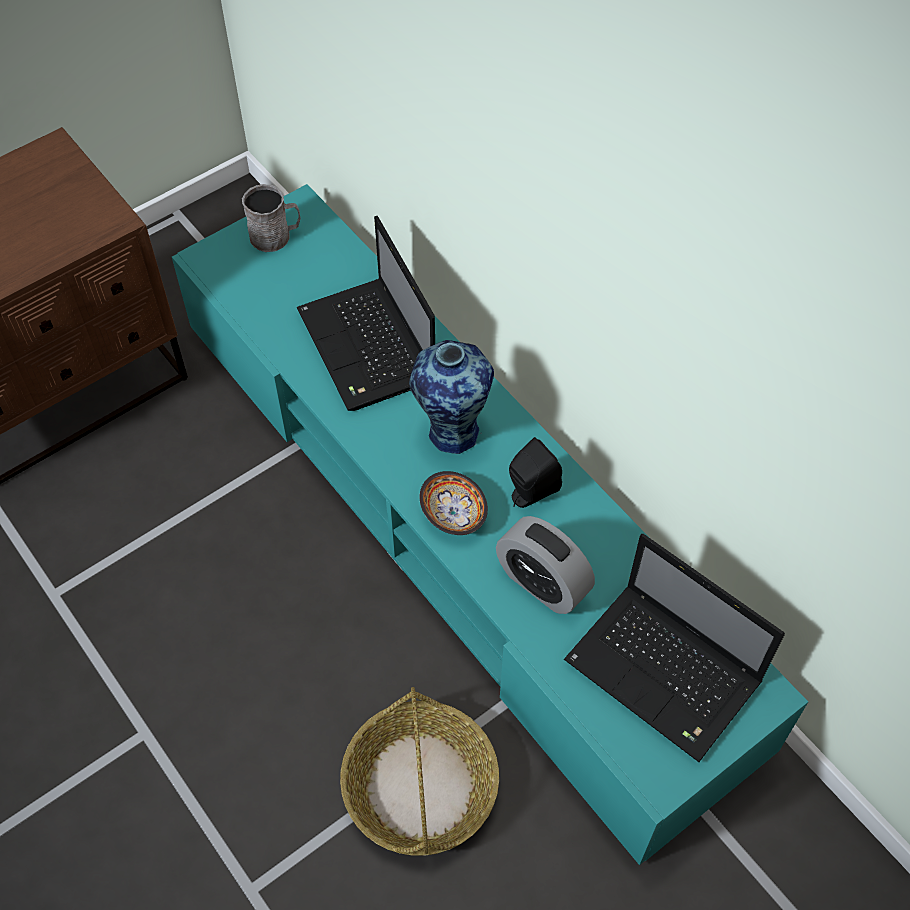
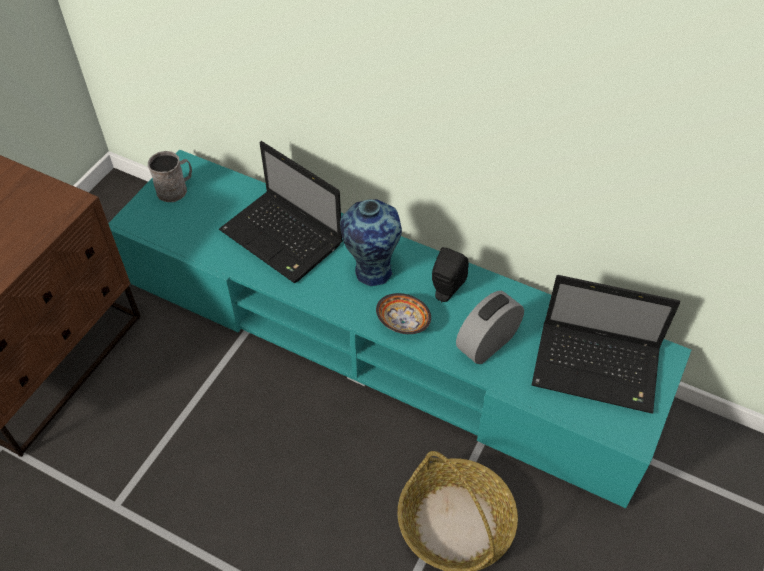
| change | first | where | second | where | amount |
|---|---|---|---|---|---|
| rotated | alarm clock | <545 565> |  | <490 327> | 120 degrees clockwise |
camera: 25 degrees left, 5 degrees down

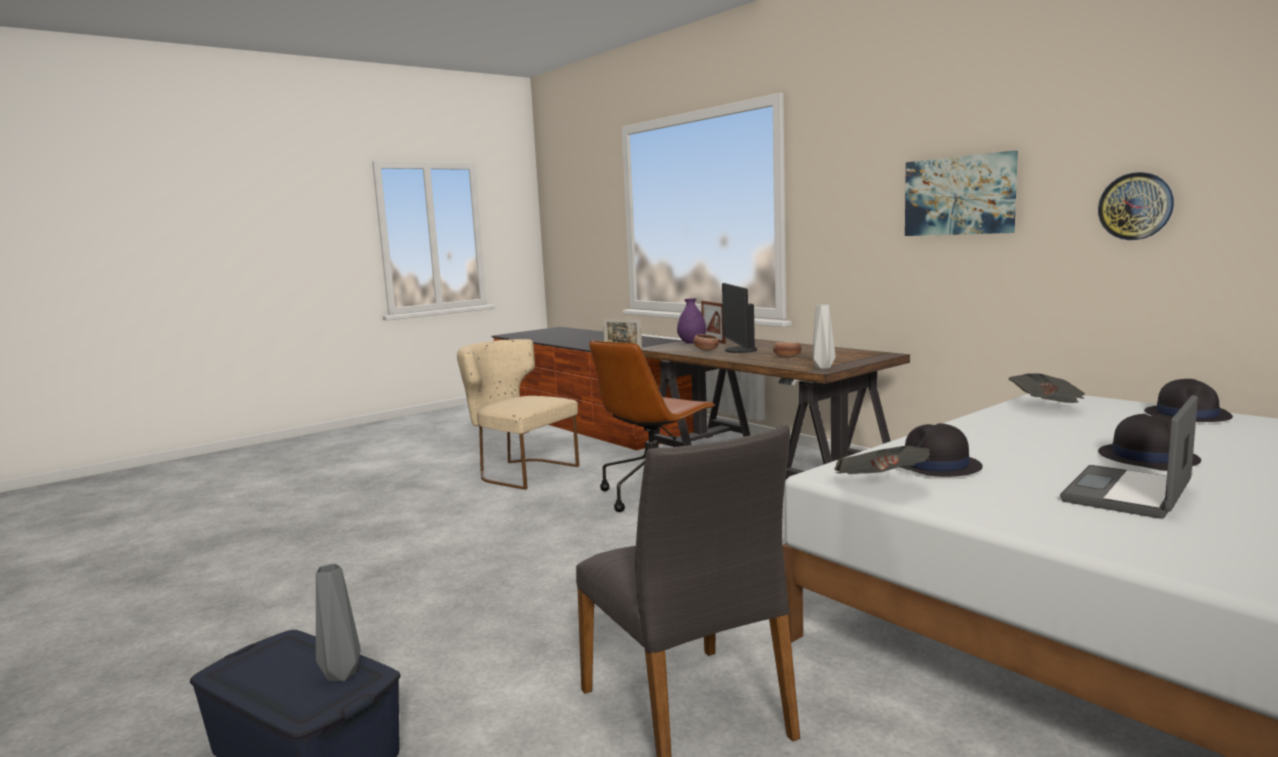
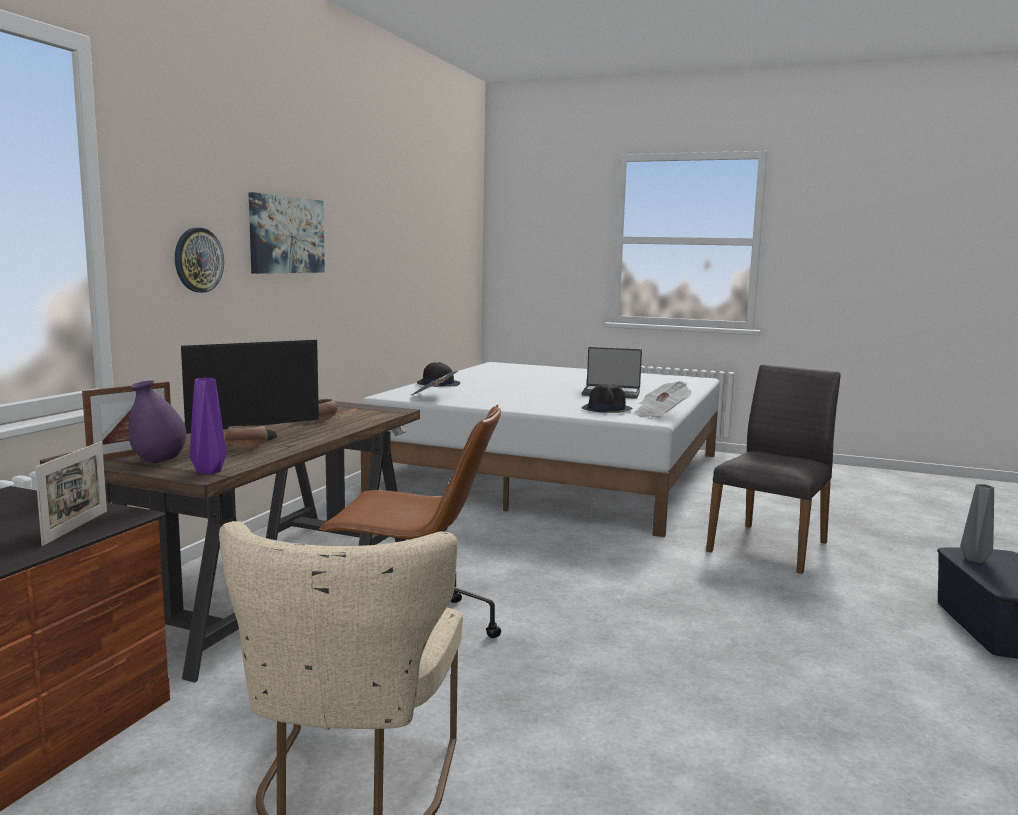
| change | first | where | second | where | amount |
|---|---|---|---|---|---|
| shifted | wall clock | <1136 206> |  | <199 260> |  |
| gone | grey vase | <824 336> |  |  |  |
| gone | black hat | <1149 442> |  |  |  |
| new |  |  | purple vase | <208 426> |  |
camera: 120 degrees left, 0 degrees up

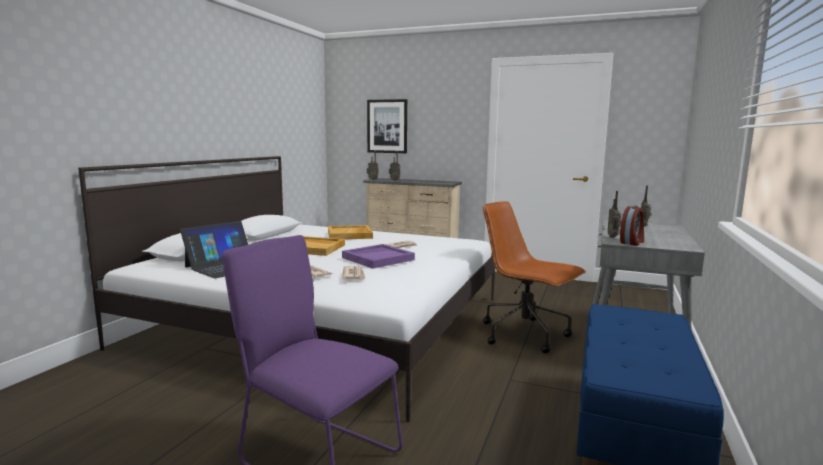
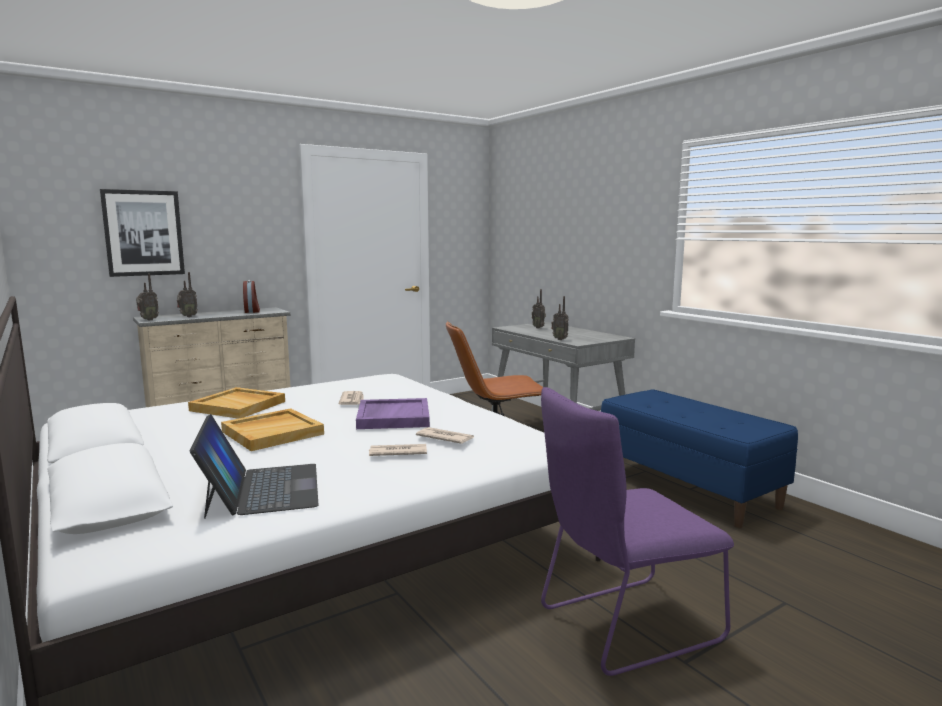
| change | first | where | second | where | amount |
|---|---|---|---|---|---|
| shifted | alarm clock | <632 225> |  | <251 296> |  |
camera: 55 degrees left, 0 degrees up

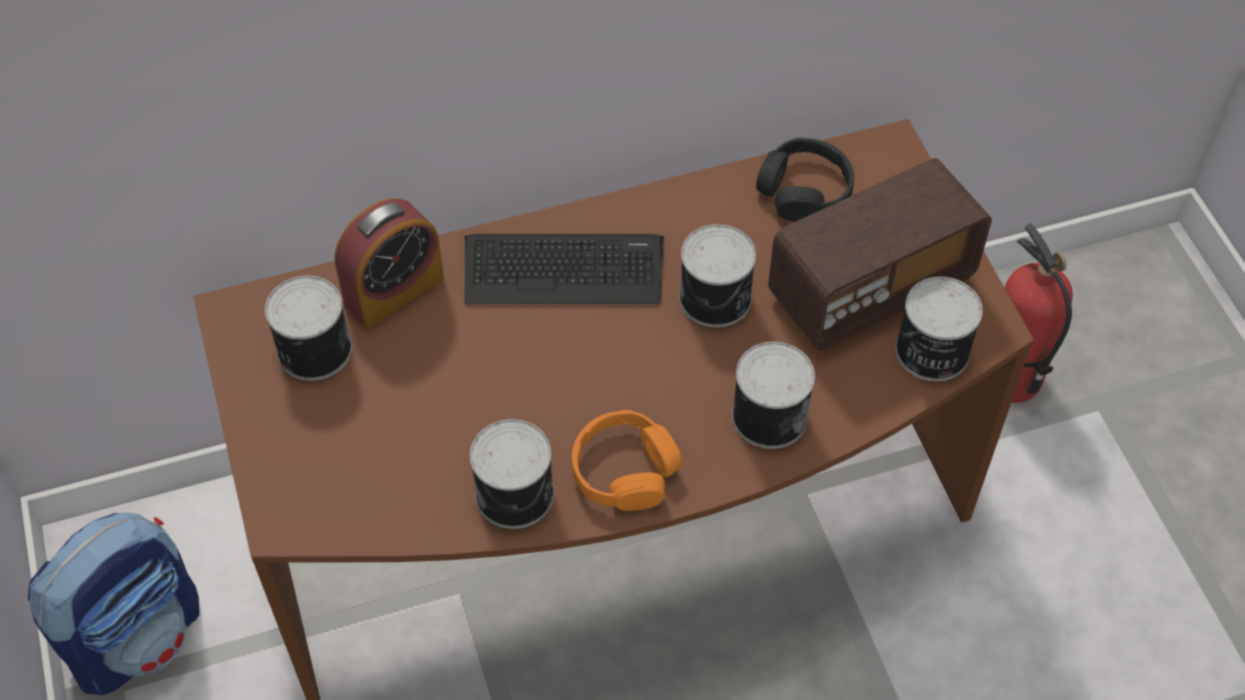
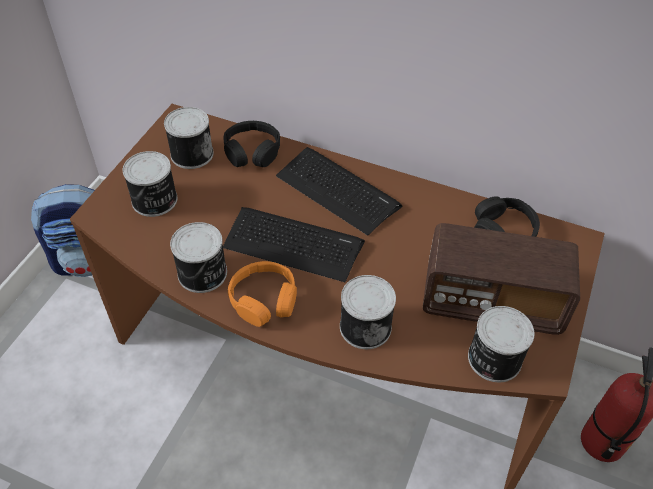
| change | first | where | second | where | amount |
|---|---|---|---|---|---|
| swapped | alarm clock | <389 263> | black headphones | <252 144> |  |
| shifted | can | <717 276> |  | <150 184> |  |
| new |  |  | keyboard | <294 244> |  |
camera: 40 degrees right, 5 degrees down

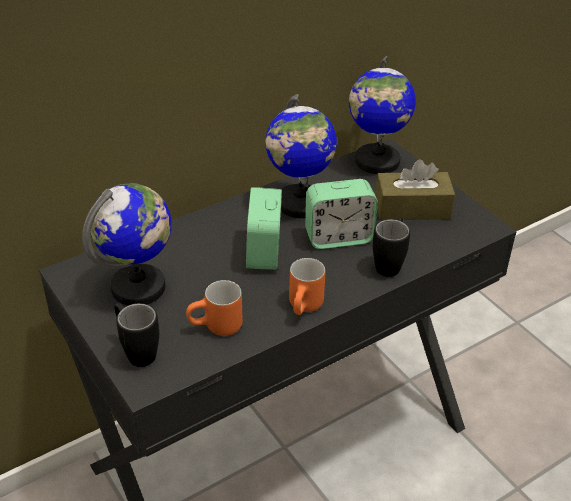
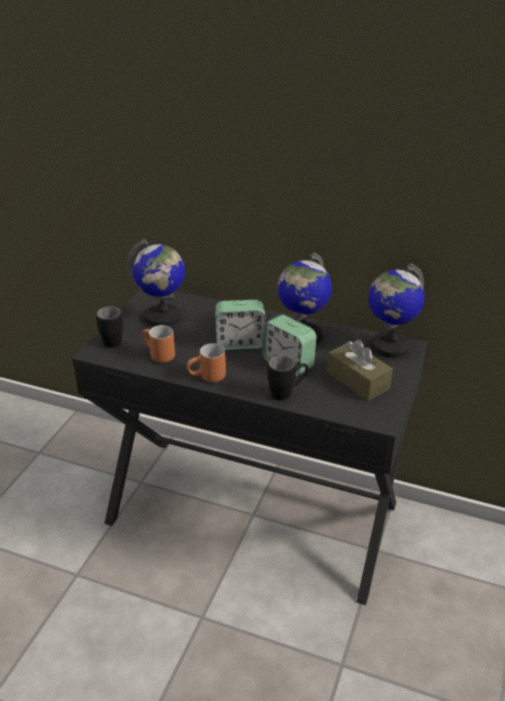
| change | first | where | second | where | amount |
|---|---|---|---|---|---|
| rotated | alarm clock | <264 228> |  | <240 325> | 150 degrees counterclockwise |
camera: 55 degrees right, 5 degrees down

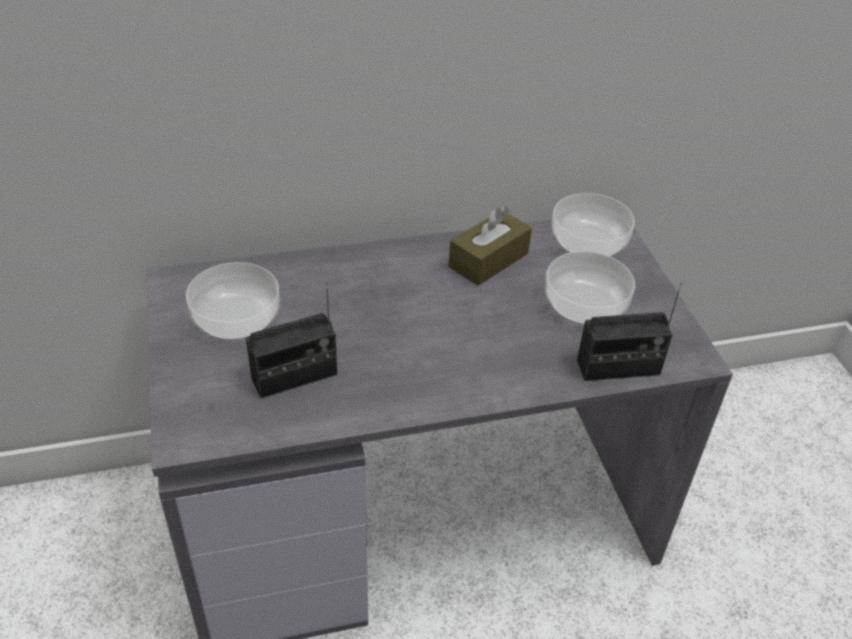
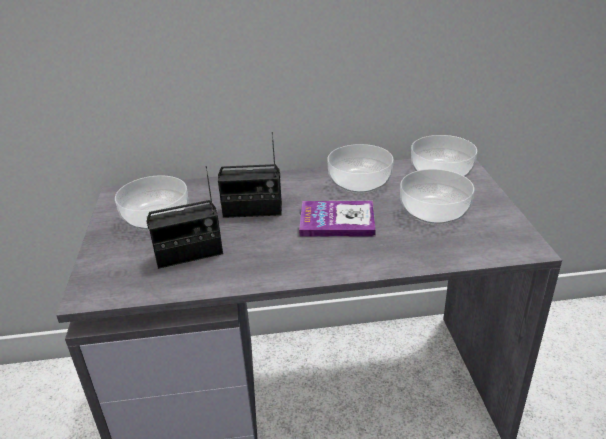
| change | first | where | second | where | amount |
|---|---|---|---|---|---|
| swapped | brown tissue box | <490 246> | bowl | <360 169> |  |
| shifted | radio | <629 331> |  | <250 175> |  |
| new |  |  | book | <337 219> |  |
camera: 10 degrees right, 10 degrees down

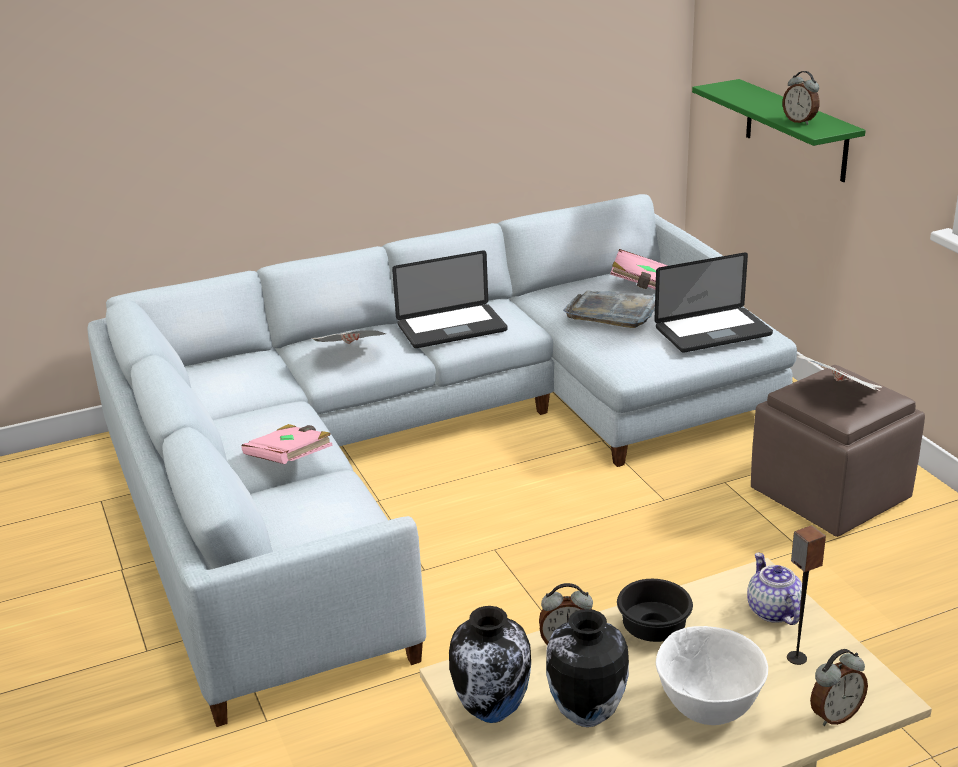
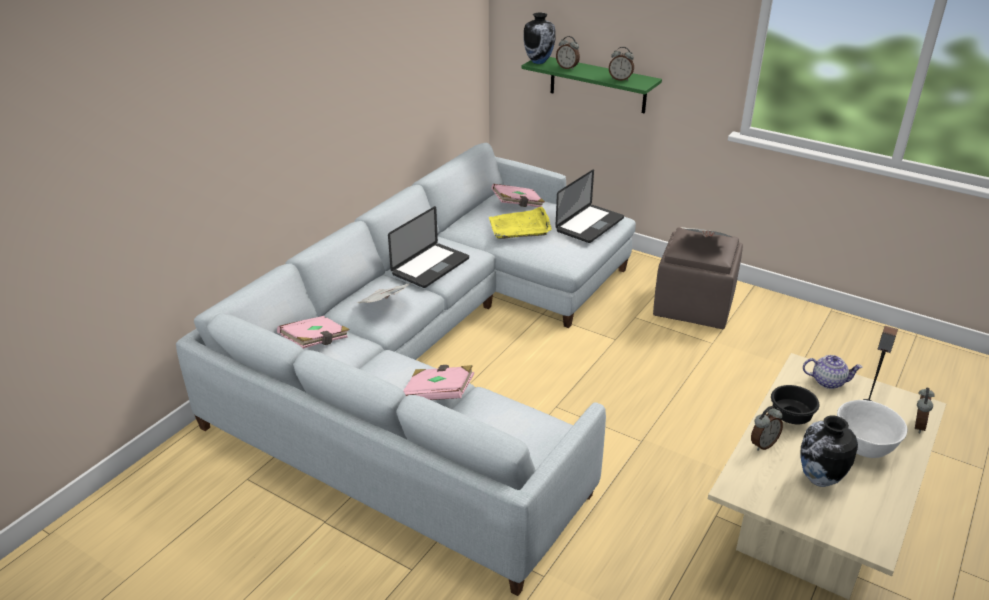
| change | first | where | second | where | amount |
|---|---|---|---|---|---|
| repainted | grey tray | <609 309> | yellow tray | <520 223> |  |
| rotated | teapot | <774 589> |  | <833 372> | 150 degrees clockwise |
| shifted | vase | <490 664> |  | <539 38> |  |
| new |  |  | alarm clock | <568 53> |  |
| new |  |  | pink book | <313 332> |  |
camera: 35 degrees left, 5 degrees up

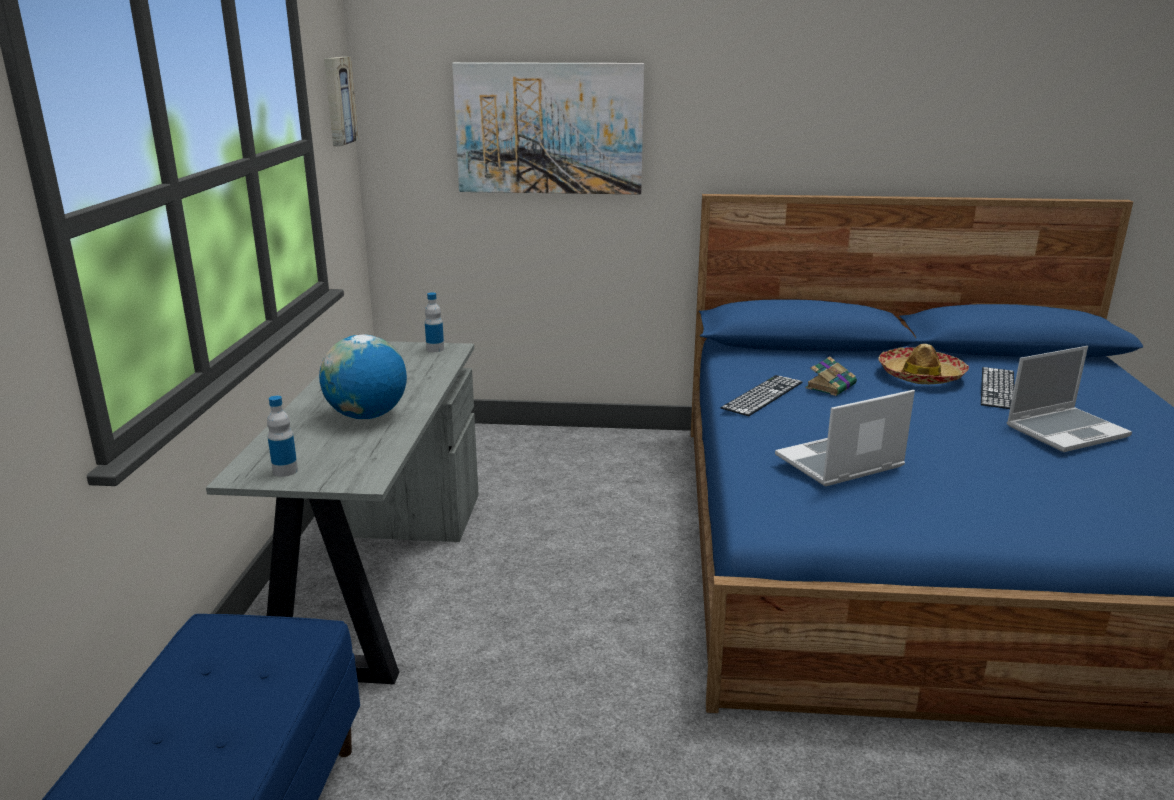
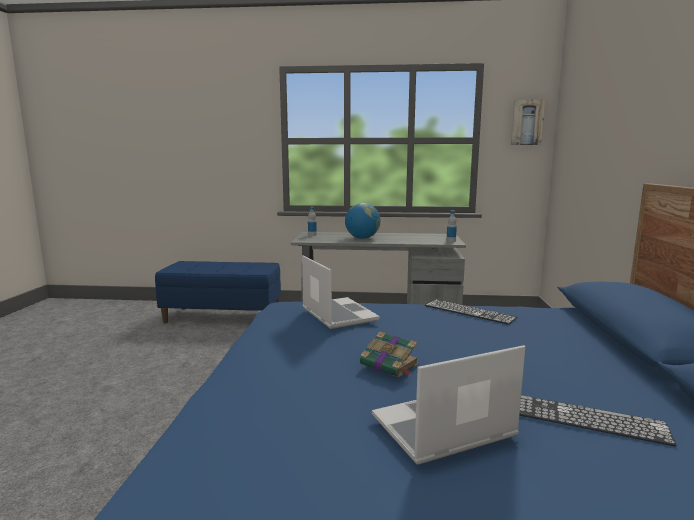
| change | first | where | second | where | amount |
|---|---|---|---|---|---|
| gone | picture | <548 128> |  |  |  |
| gone | hat | <923 364> |  |  |  |
| rotated | laptop | <1069 399> |  | <448 405> | 90 degrees clockwise |
| shifted | book | <831 376> |  | <389 354> |  |
camera: 90 degrees right, 10 degrees down

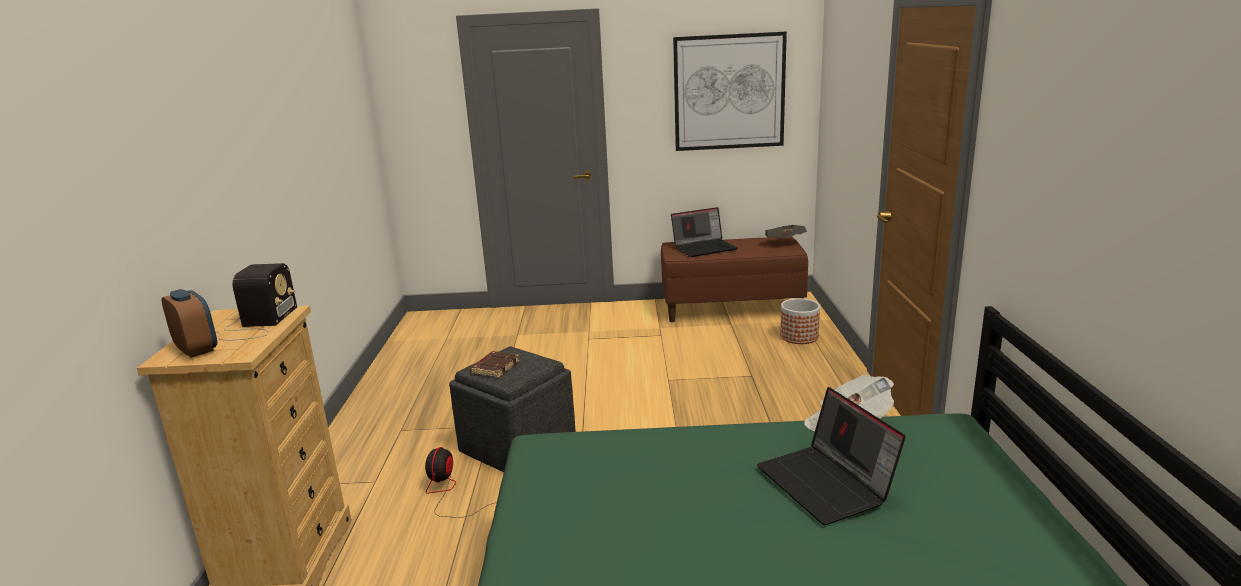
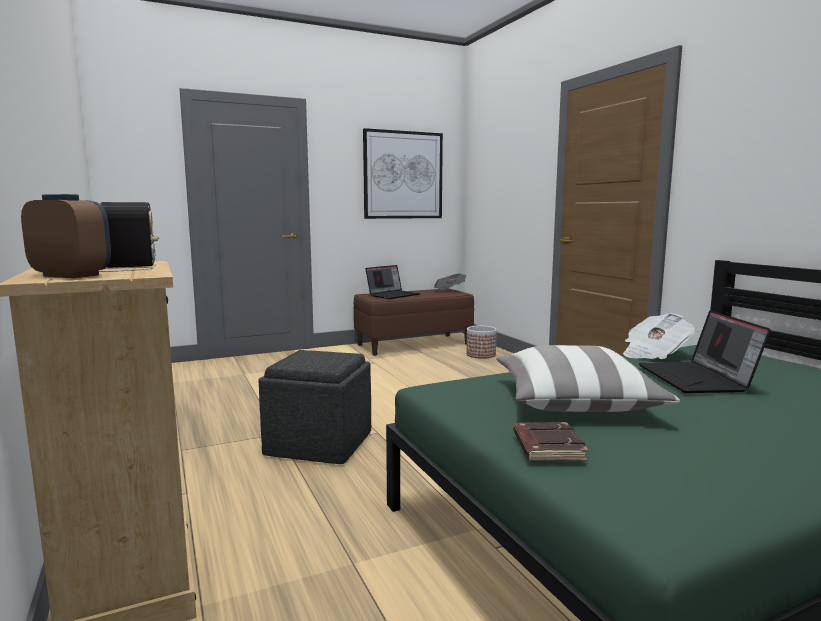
| change | first | where | second | where | amount |
|---|---|---|---|---|---|
| shifted | brown book | <495 364> |  | <551 442> |  |
| rotated | laptop | <831 456> |  | <705 351> | 45 degrees clockwise |
| gone | fan | <459 482> |  |  |  |
| new |  |  | pillow | <588 378> |  |
camera: 25 degrees left, 10 degrees down

